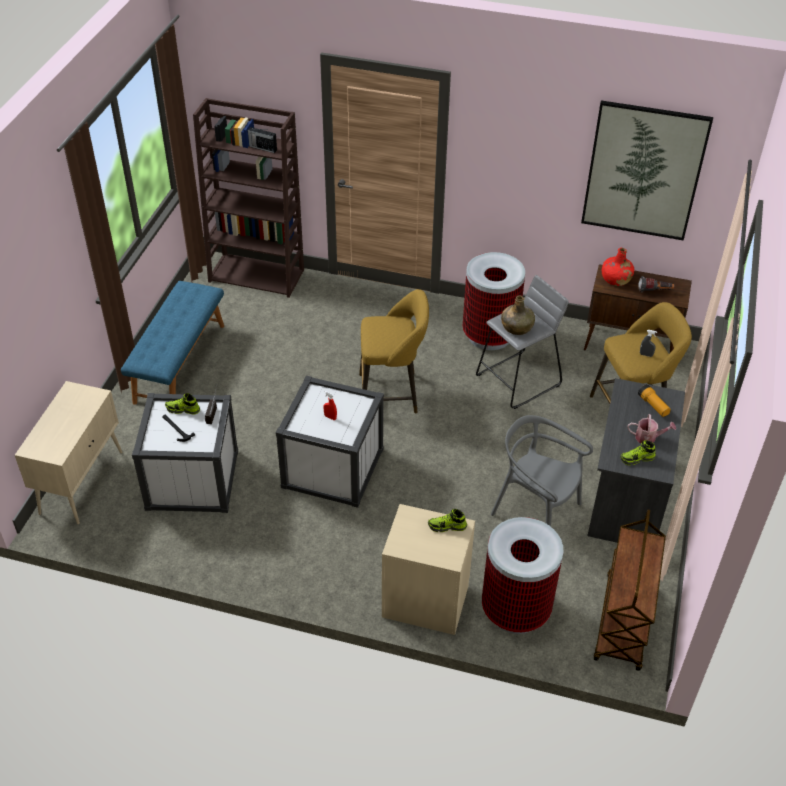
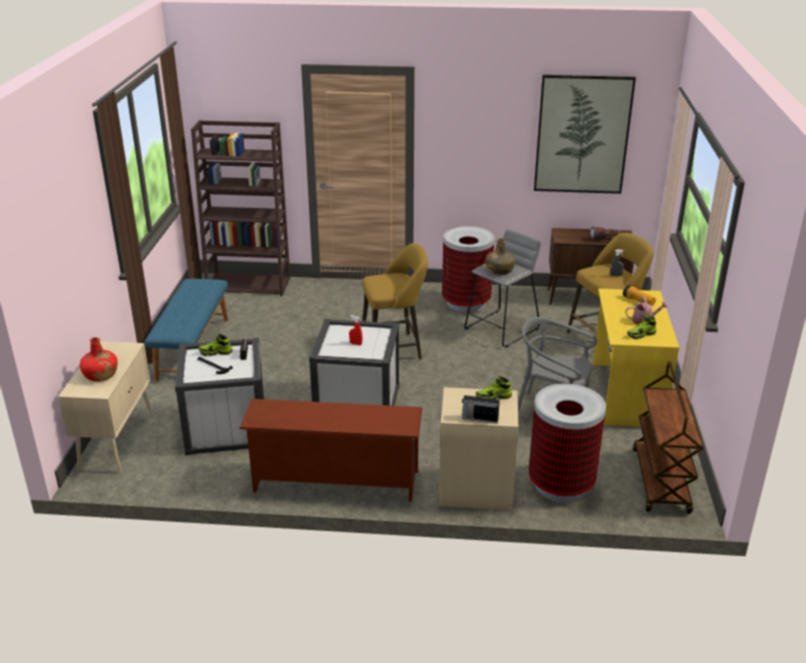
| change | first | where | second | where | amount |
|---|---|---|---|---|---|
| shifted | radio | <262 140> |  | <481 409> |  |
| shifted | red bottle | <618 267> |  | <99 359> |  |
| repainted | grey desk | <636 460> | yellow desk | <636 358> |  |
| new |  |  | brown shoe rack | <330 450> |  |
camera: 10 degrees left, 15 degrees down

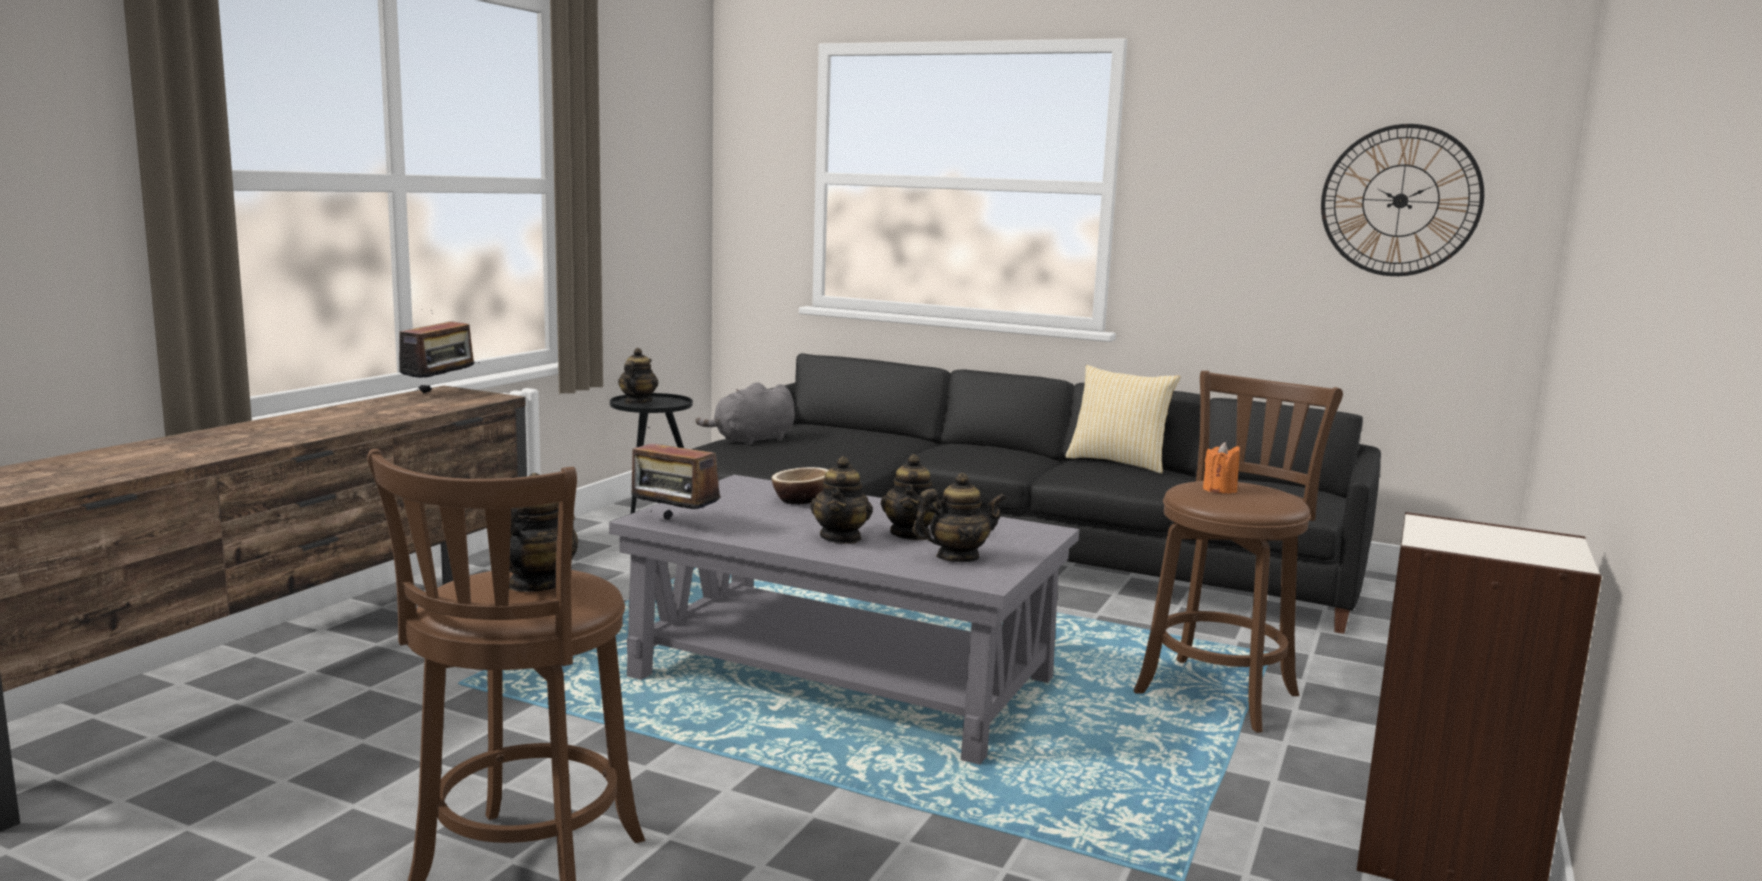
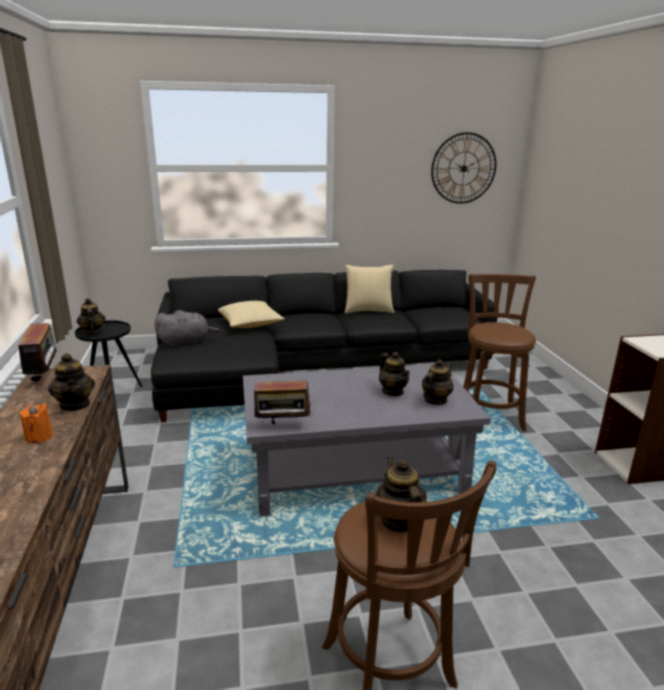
| change | first | where | second | where | amount |
|---|---|---|---|---|---|
| rotated | grey plush toy | <745 413> |  | <187 328> | 120 degrees counterclockwise |
| shifted | orange candle | <1221 467> |  | <36 423> |  |
| shifted | teapot | <841 500> |  | <71 382> |  |
| gone | bowl | <800 485> |  |  |  |
| new |  |  | pillow | <251 314> |  |
camera: 35 degrees left, 10 degrees up

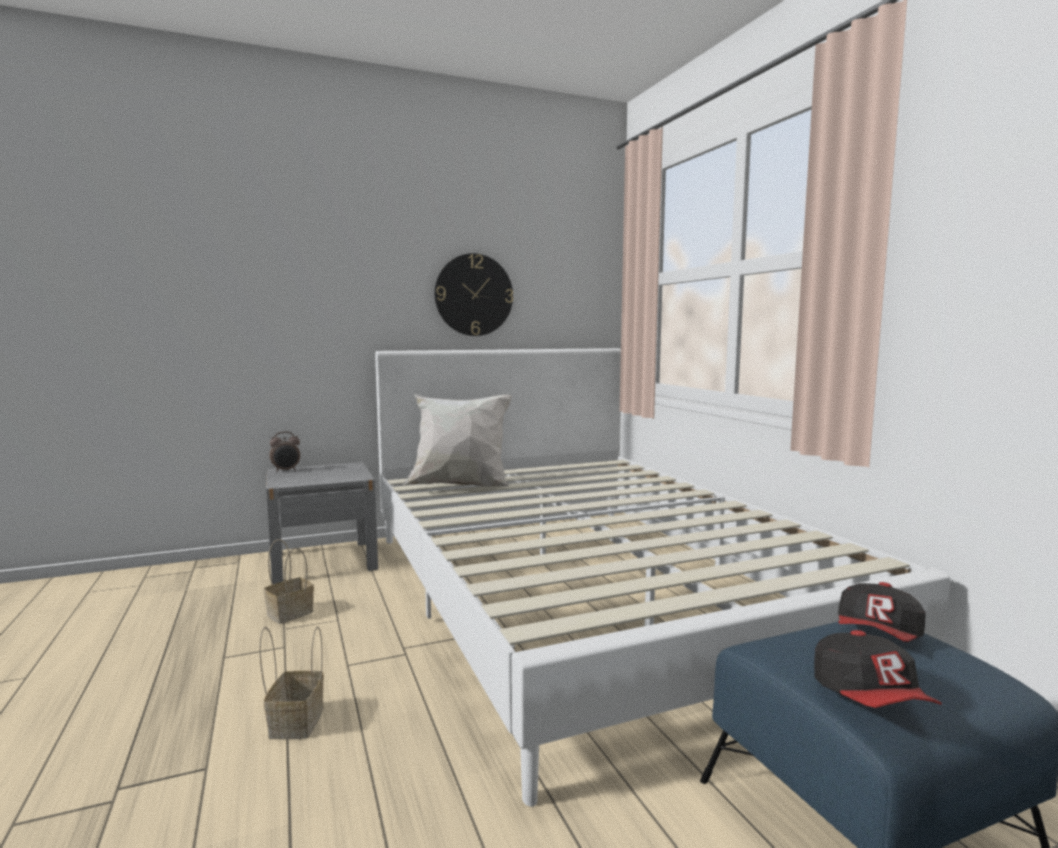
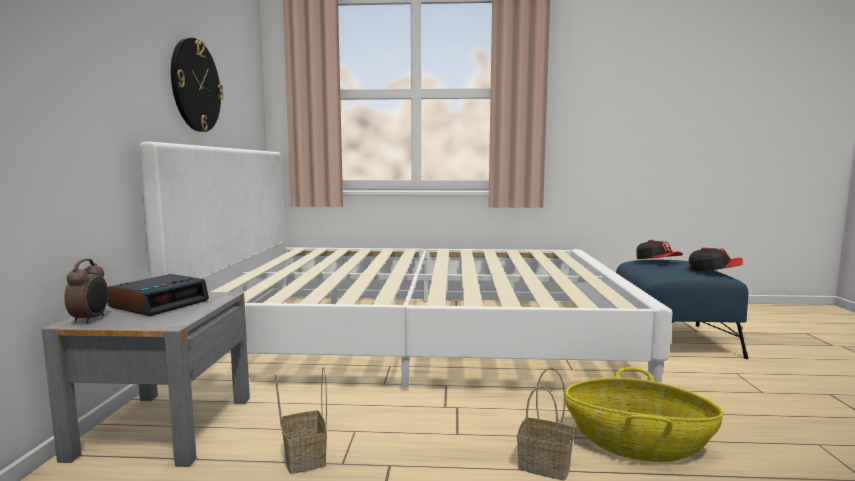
| change | first | where | second | where | amount |
|---|---|---|---|---|---|
| gone | white pillow | <457 440> |  |  |  |
| new |  |  | alarm clock | <158 295> |  |
| new |  |  | basket | <644 414> |  |
camera: 65 degrees left, 0 degrees up

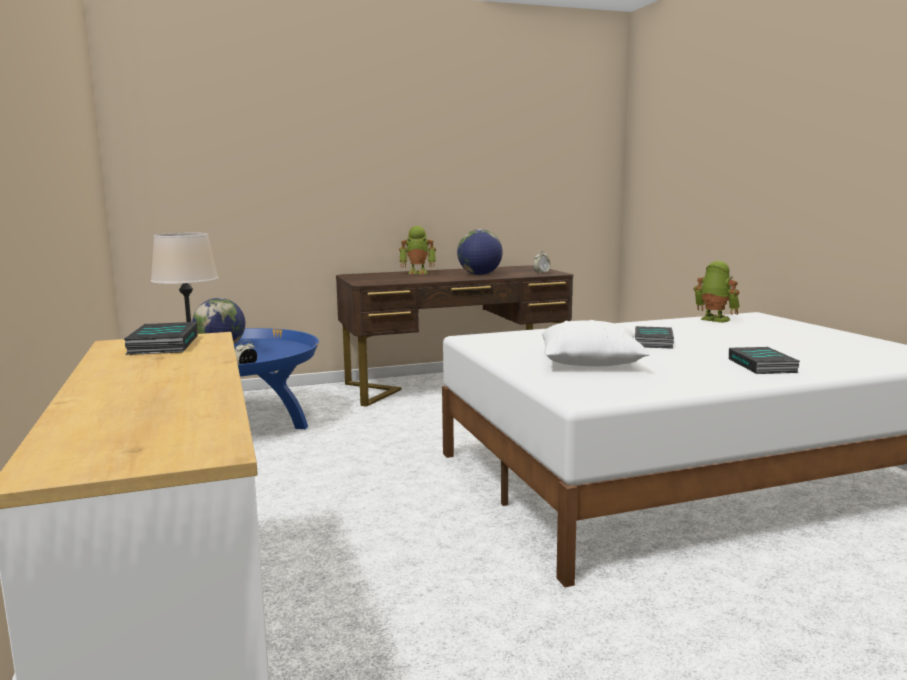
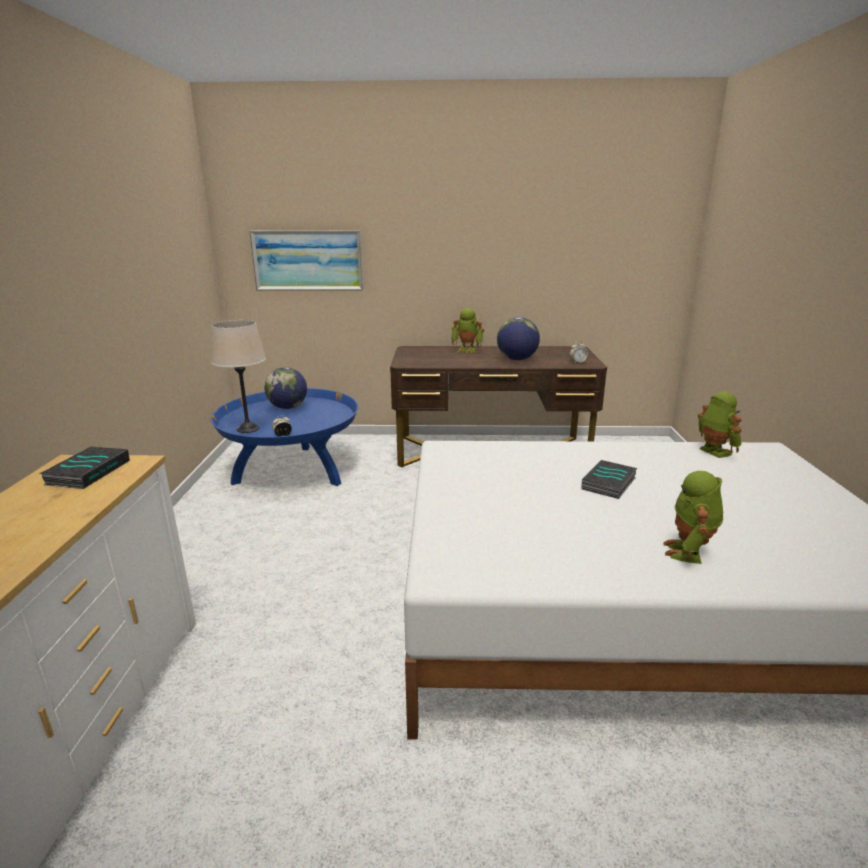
| change | first | where | second | where | amount |
|---|---|---|---|---|---|
| gone | white pillow | <596 343> |  |  |  |
| swapped | book | <764 360> | toy robot | <693 517> |  |
| new |  |  | picture | <306 260> |  |
camera: 20 degrees right, 10 degrees up

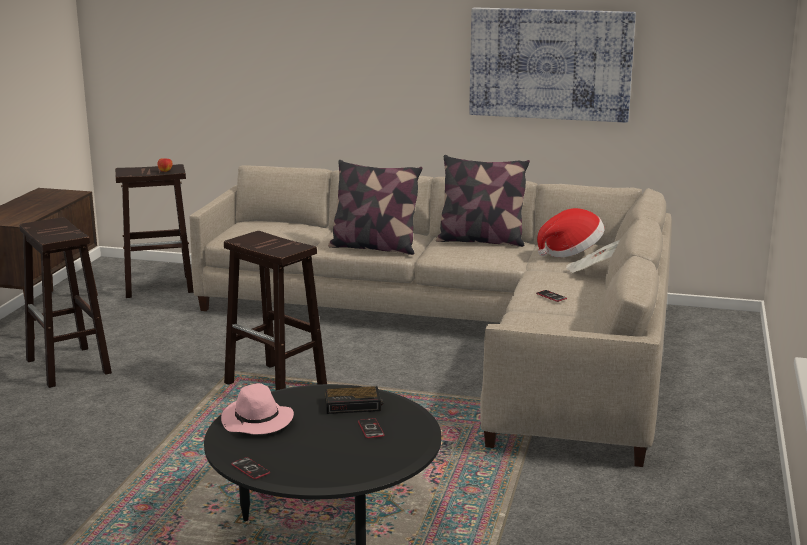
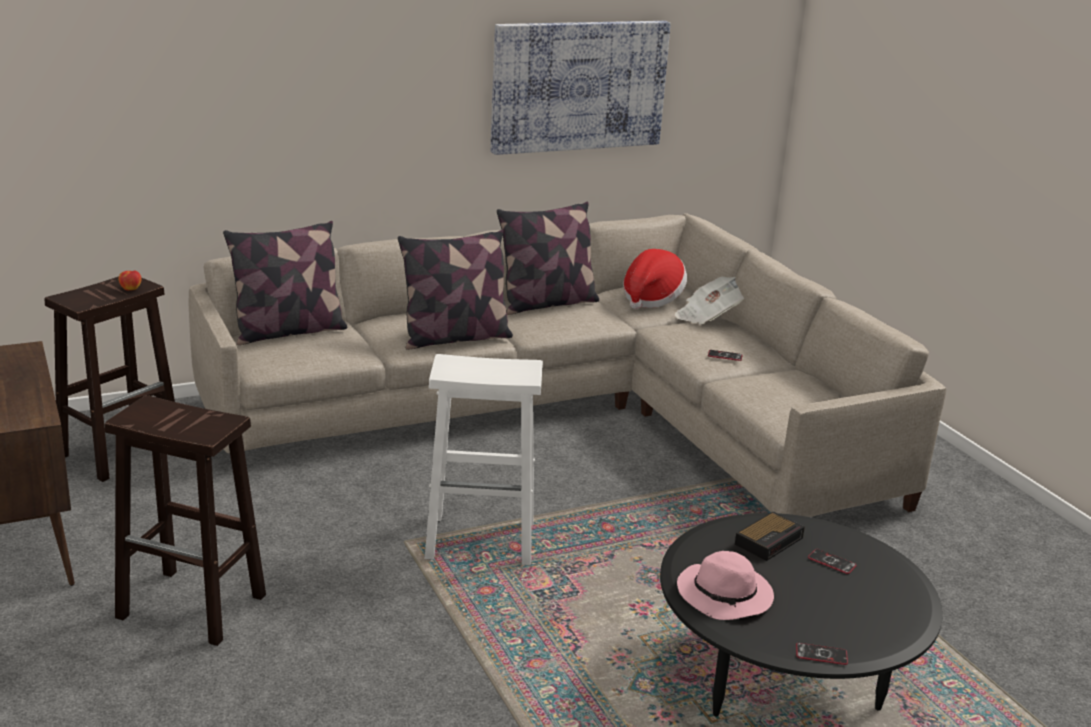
| change | first | where | second | where | amount |
|---|---|---|---|---|---|
| repainted | brown stool | <275 310> | white stool | <484 459> |  |
| new |  |  | pillow | <285 283> |  |
camera: 40 degrees left, 5 degrees up

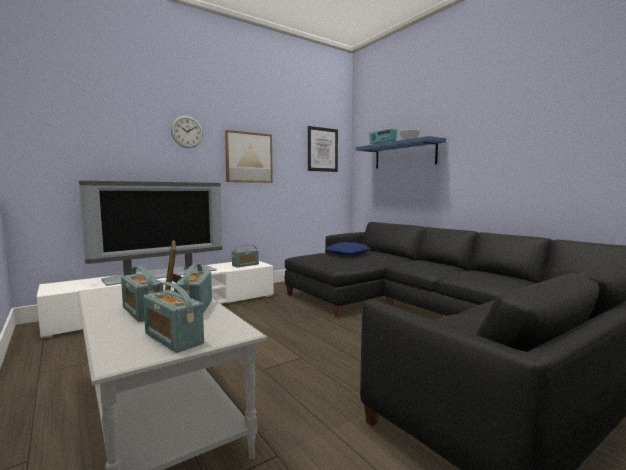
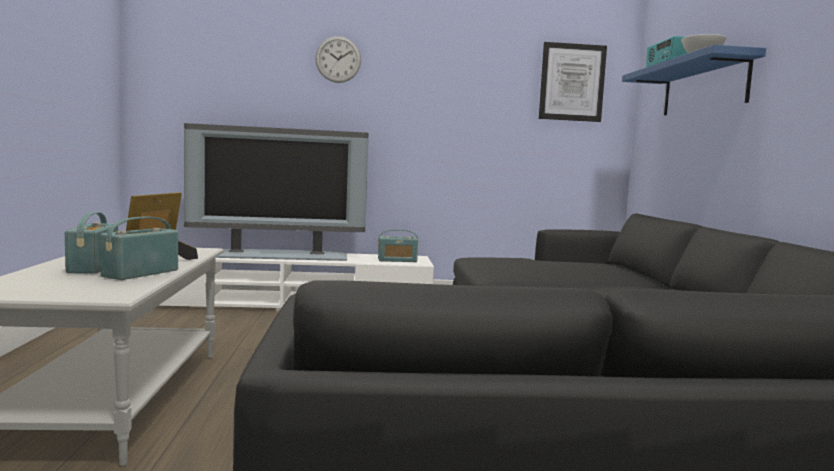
| change | first | where | second | where | amount |
|---|---|---|---|---|---|
| gone | picture | <249 156> |  |  |  |
| gone | blue pillow | <348 248> |  |  |  |
| gone | radio | <173 317> |  |  |  |
camera: 30 degrees right, 0 degrees up

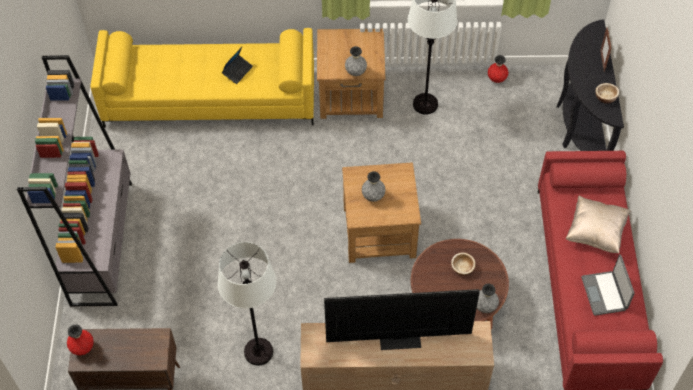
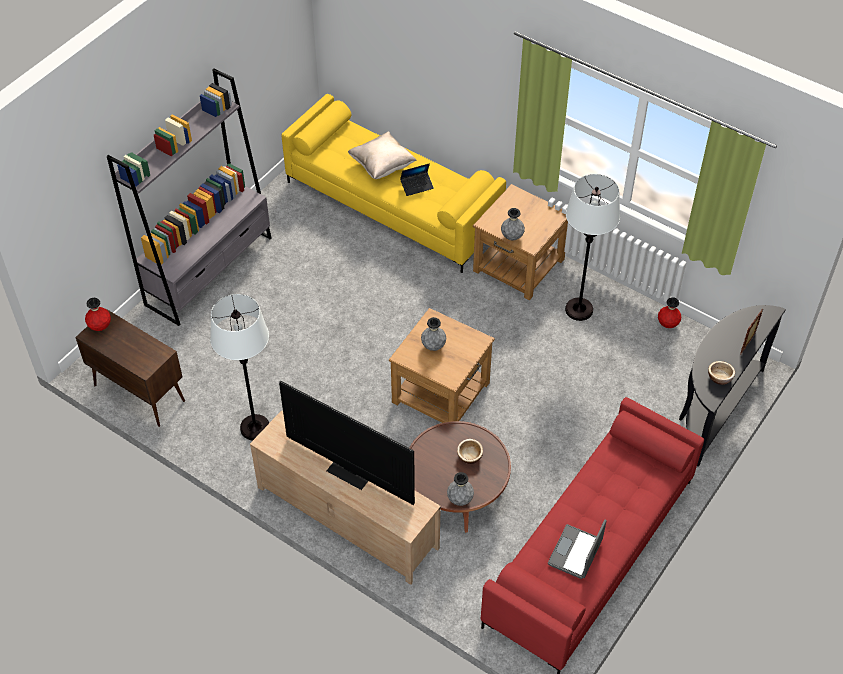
| change | first | where | second | where | amount |
|---|---|---|---|---|---|
| shifted | beige pillow | <598 224> |  | <382 155> |  |
camera: 35 degrees right, 5 degrees down

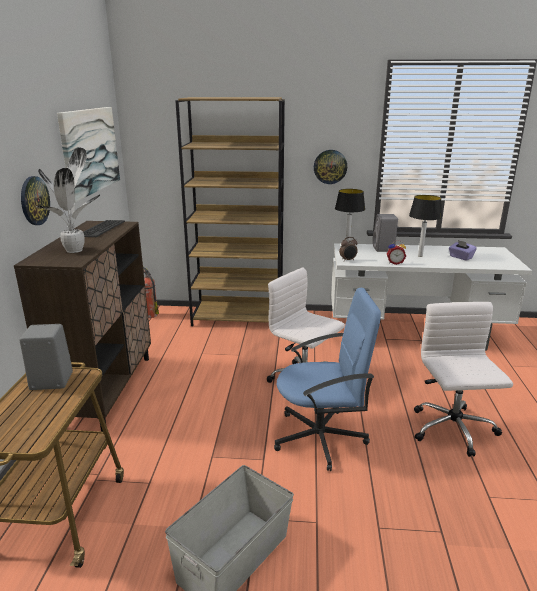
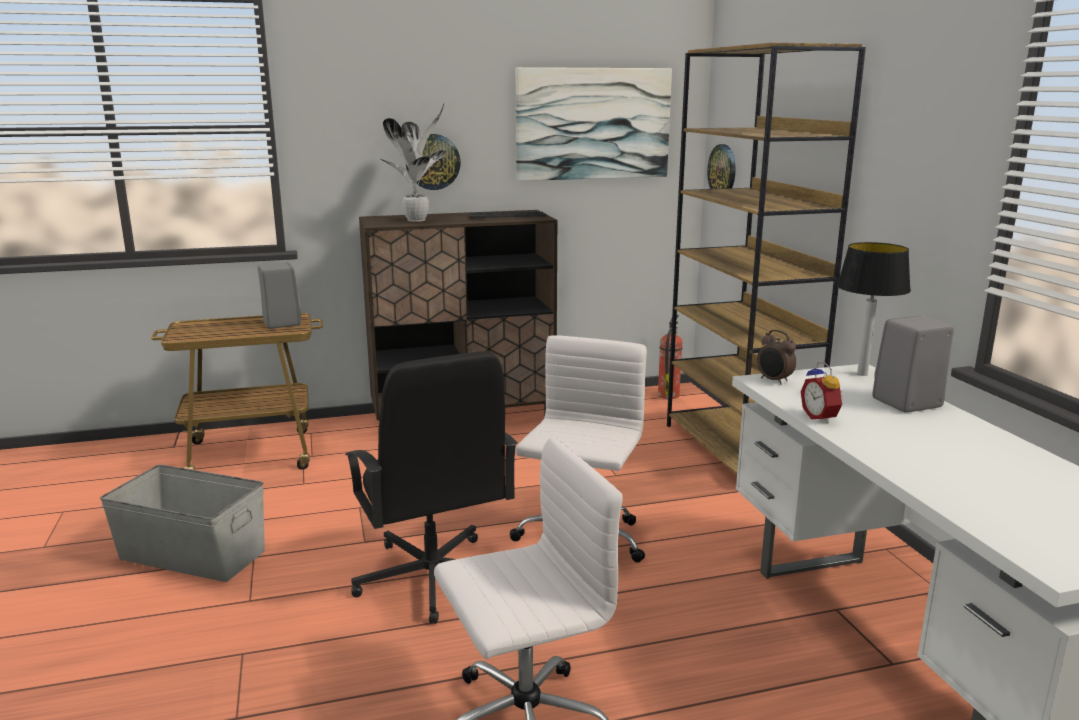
| change | first | where | second | where | amount |
|---|---|---|---|---|---|
| shifted | wall clock | <330 167> |  | <721 166> |  |
| gone | table lamp | <425 226> |  |  |  |
| gone | purple tissue box | <463 250> |  |  |  |
| repainted | blue office chair | <327 379> | black office chair | <431 487> |  |
camera: 70 degrees right, 5 degrees down

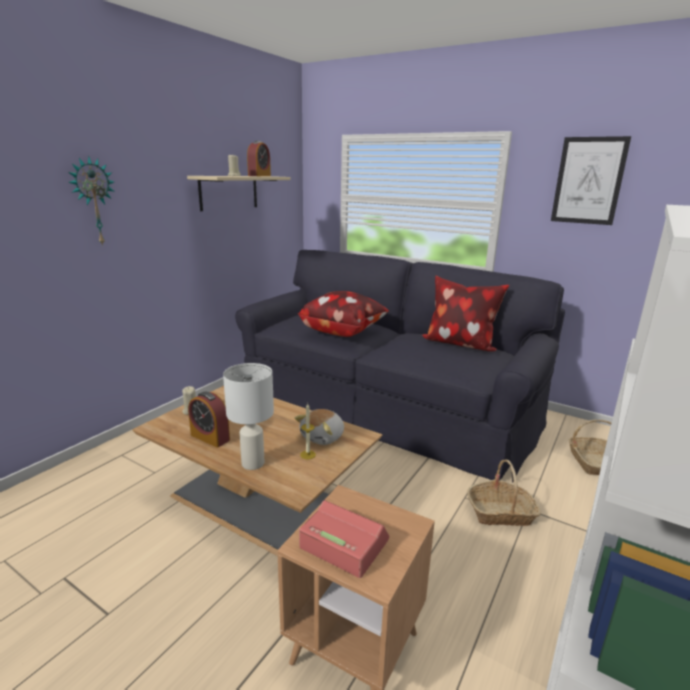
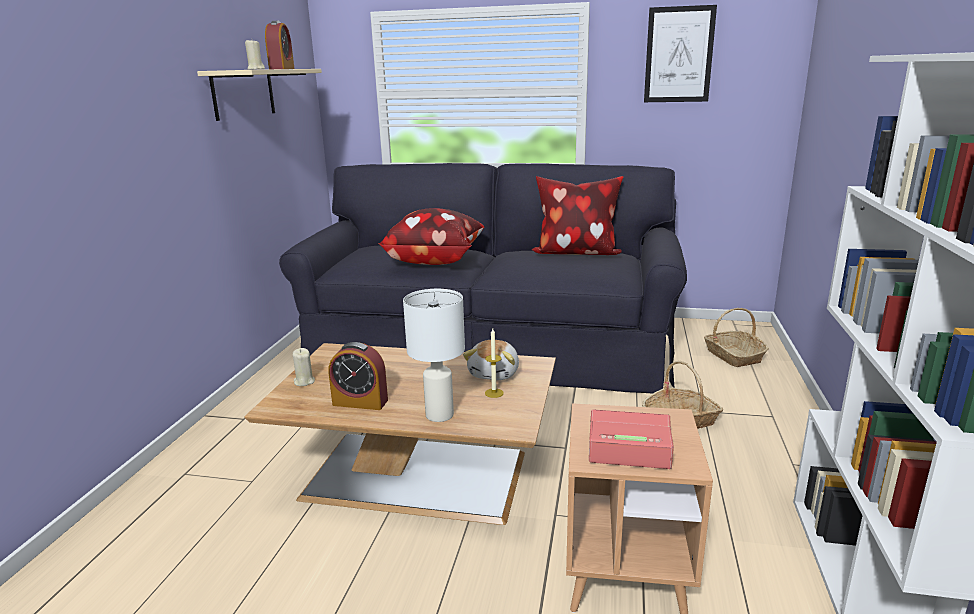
| change | first | where | second | where | amount |
|---|---|---|---|---|---|
| gone | wall clock | <91 201> |  |  |  |
camera: 20 degrees left, 0 degrees up

